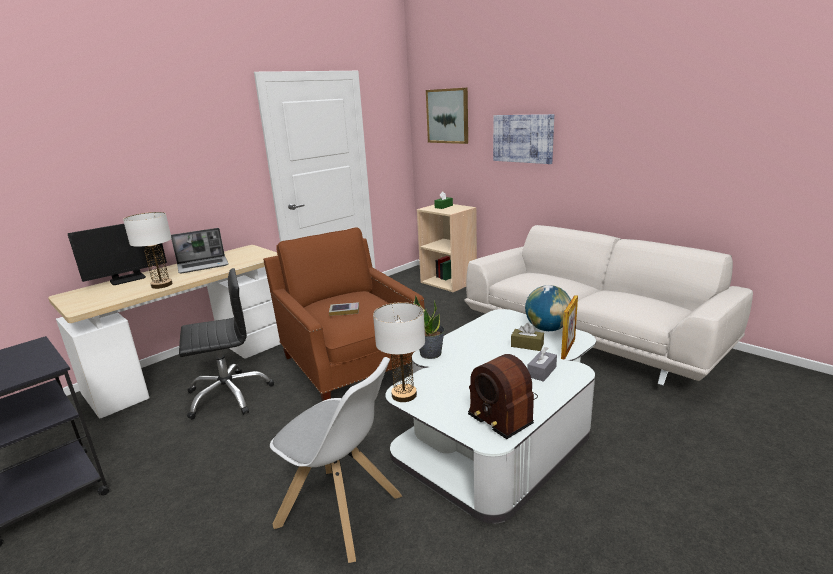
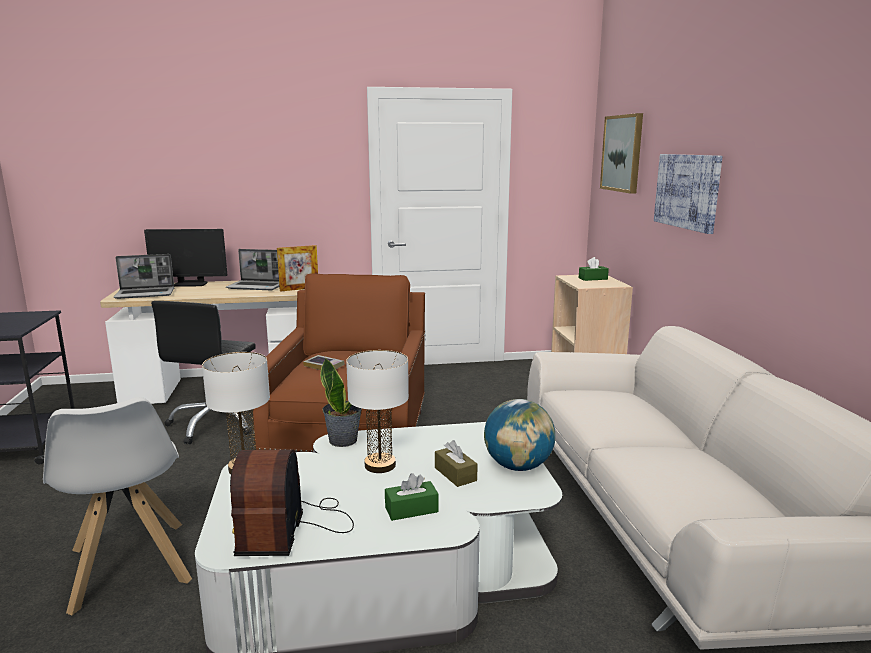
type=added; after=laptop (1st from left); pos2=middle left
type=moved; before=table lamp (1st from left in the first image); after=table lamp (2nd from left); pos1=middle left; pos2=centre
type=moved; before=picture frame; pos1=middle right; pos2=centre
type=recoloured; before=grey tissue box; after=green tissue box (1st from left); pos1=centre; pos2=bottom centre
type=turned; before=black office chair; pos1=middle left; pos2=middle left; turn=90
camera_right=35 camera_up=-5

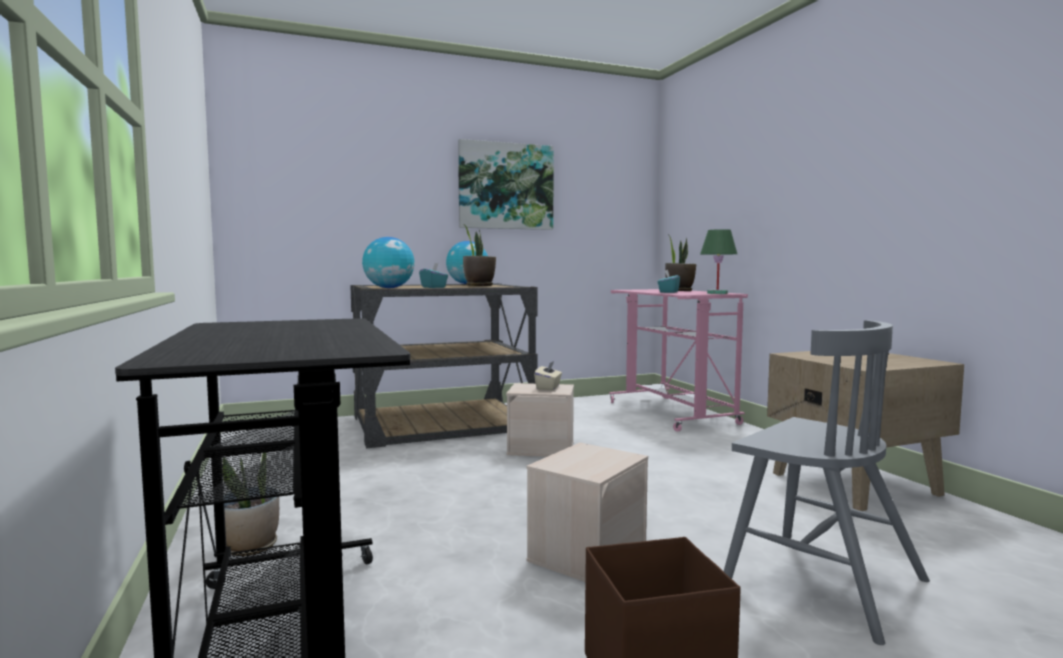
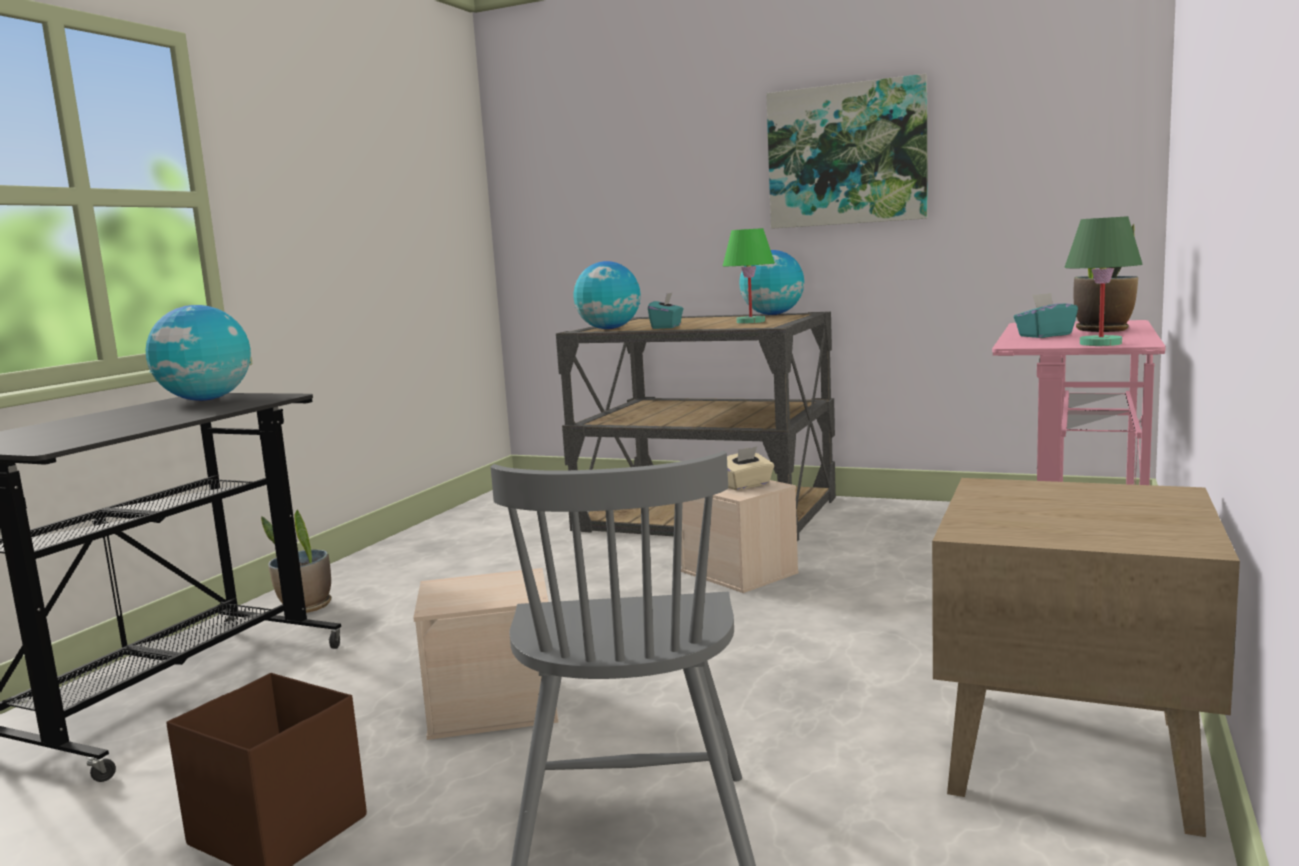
type=added; after=globe (1st from left); pos2=middle left
type=replaced; before=potted plant (2nd from left); after=green table lamp (1st from left); pos1=centre; pos2=top centre
camera_right=45 camera_up=5

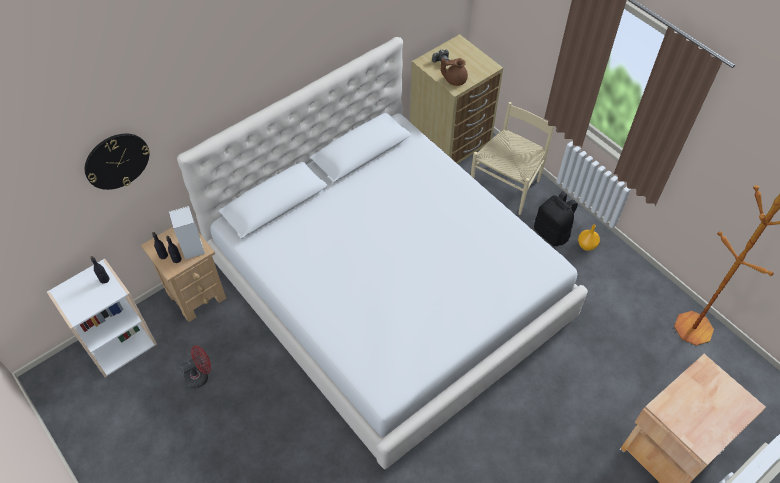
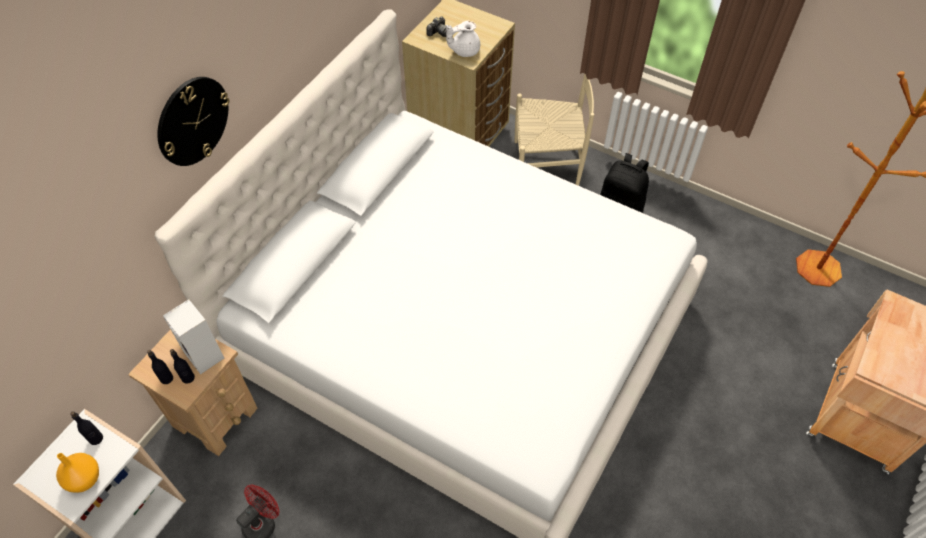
type=moved; before=wall clock; pos1=middle left; pos2=top left
type=moved; before=orange vase; pos1=middle right; pos2=bottom left
type=recoloured; before=brown teapot; after=white teapot; pos1=top centre; pos2=top centre
type=turned; before=beige chair; pos1=top centre; pos2=top centre; turn=75
camera_right=-20 camera_up=0

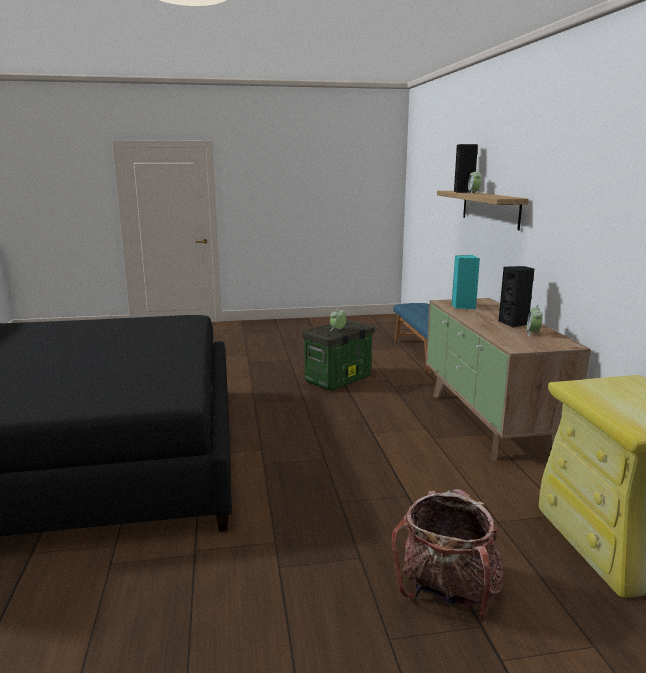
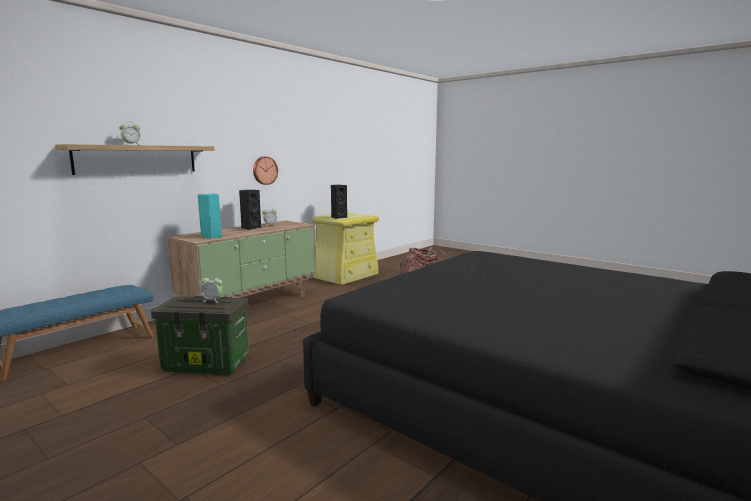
type=added; after=wall clock; pos2=centre
type=moved; before=black speaker (1st from left in the first image); after=black speaker (2nd from left); pos1=top right; pos2=centre
camera_right=-130 camera_up=-5

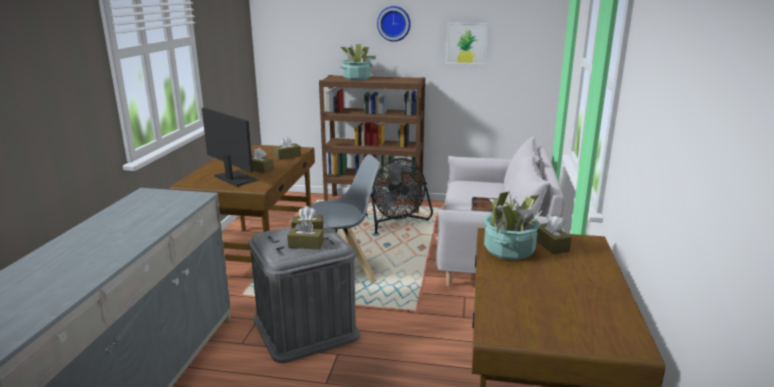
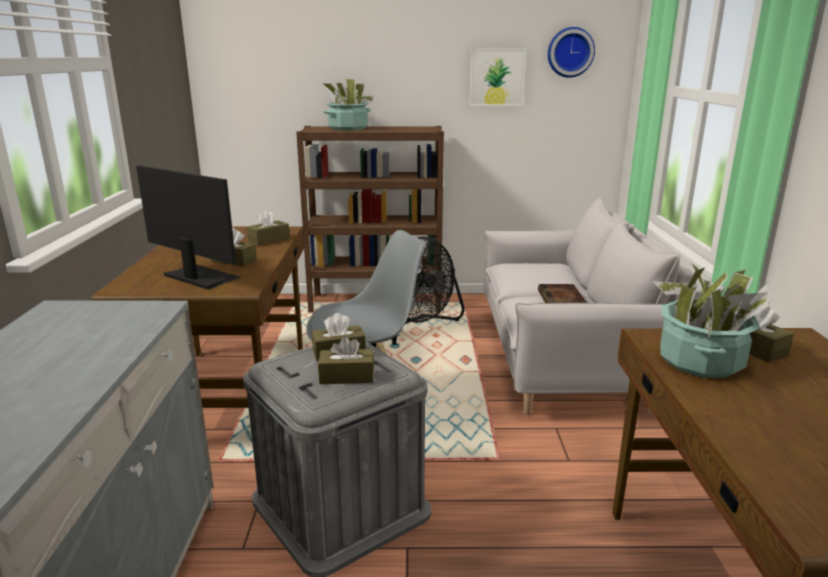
type=moved; before=wall clock; pos1=top centre; pos2=top right
camera_right=-10 camera_up=0

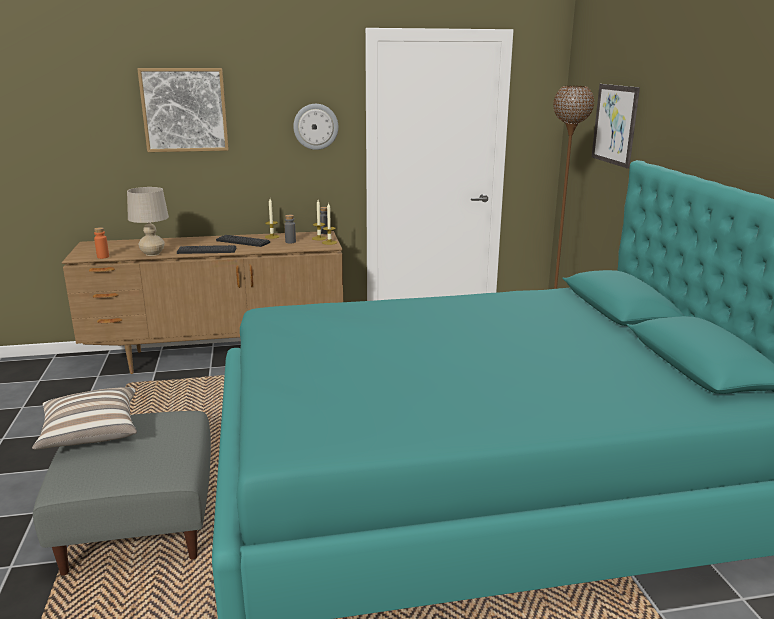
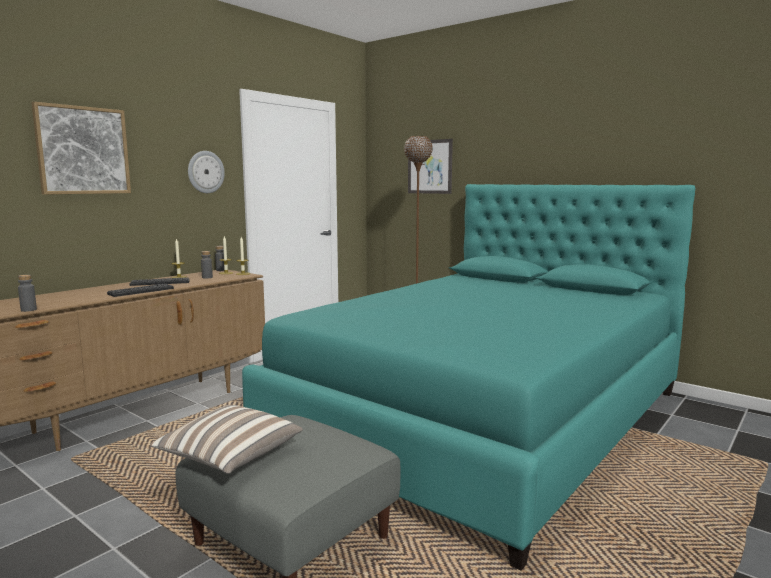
type=removed; before=beige table lamp; pos1=middle left
type=recoloured; before=orange bottle; after=grey bottle (1st from left); pos1=middle left; pos2=middle left
camera_right=-40 camera_up=-10

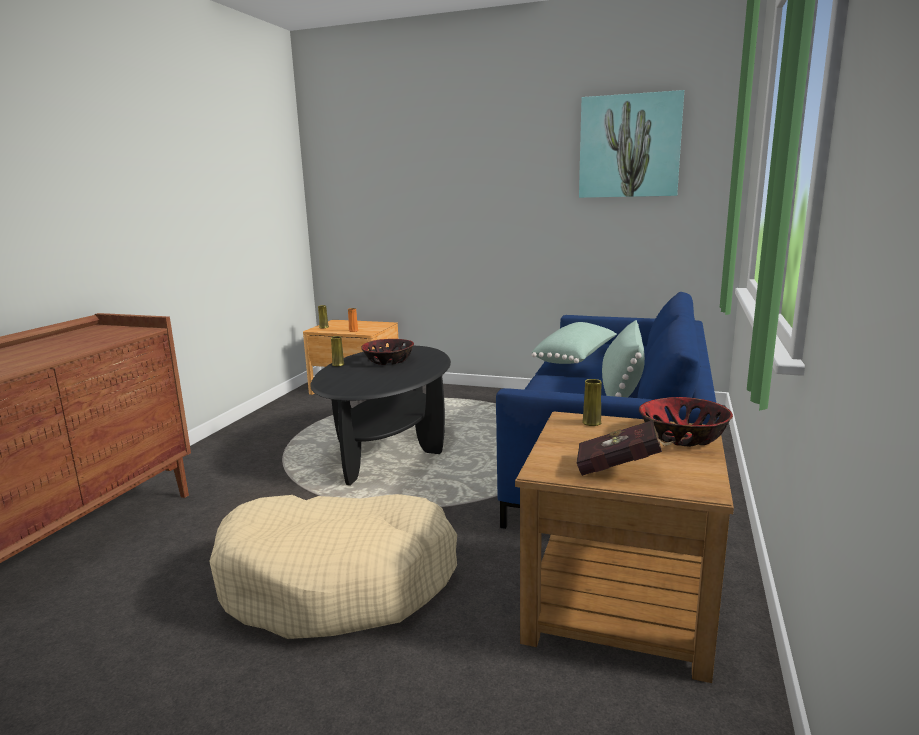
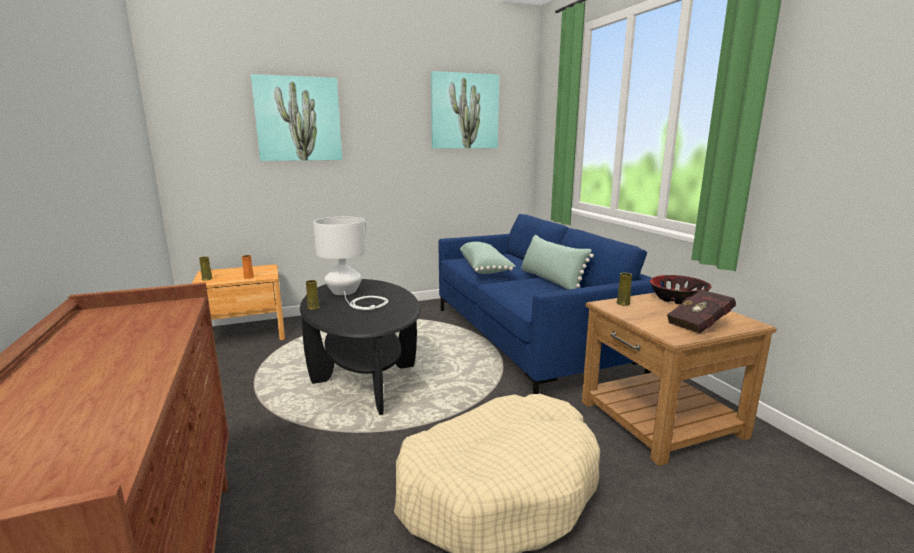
type=added; after=picture (1st from left); pos2=top left
type=replaced; before=bowl (1st from left); after=white table lamp; pos1=centre; pos2=centre
camera_right=-40 camera_up=0

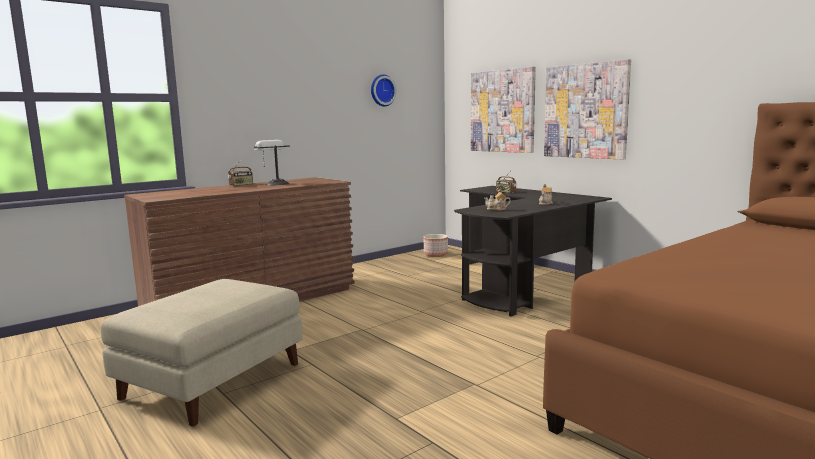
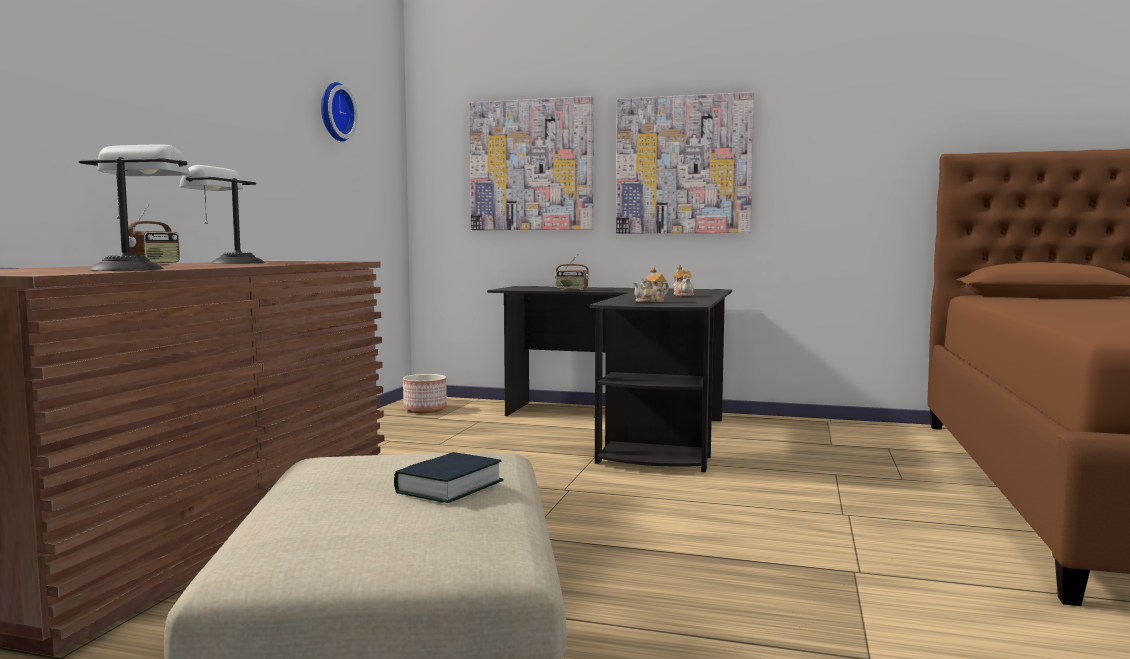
type=added; after=table lamp (1st from left); pos2=top left
type=added; after=book; pos2=bottom centre
camera_right=-35 camera_up=-5

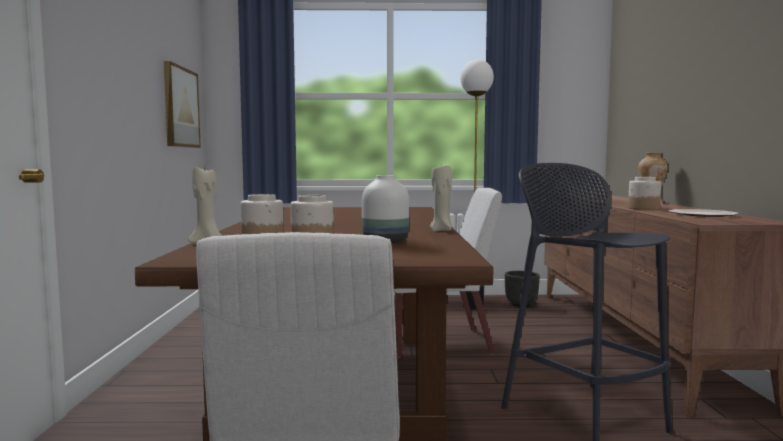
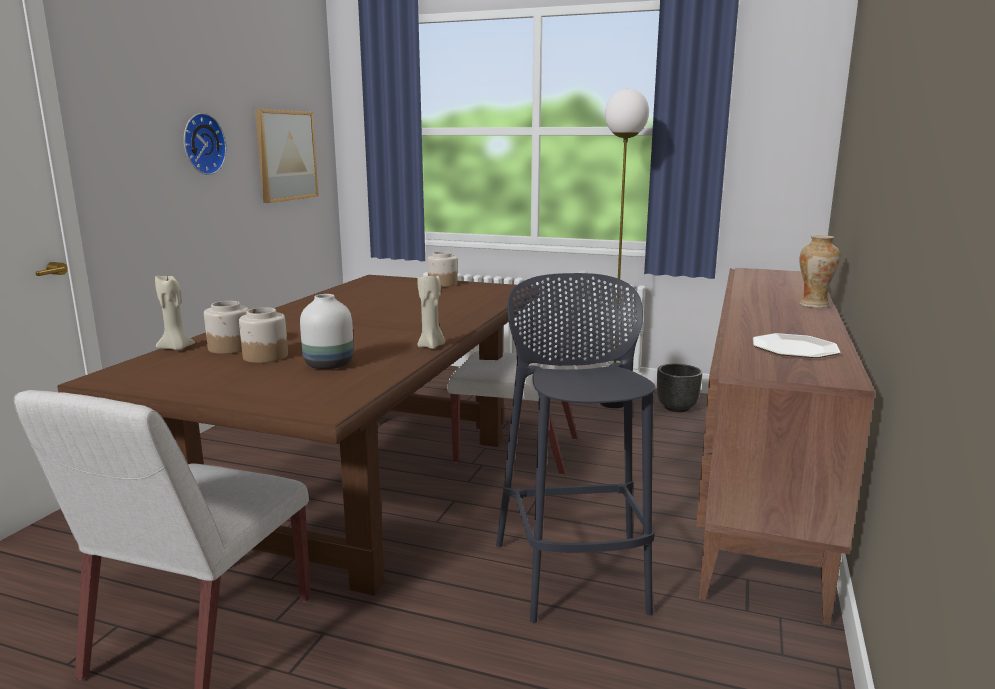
type=added; after=wall clock; pos2=top left
type=moved; before=jar (3rd from left); pos1=middle right; pos2=centre
camera_right=20 camera_up=10

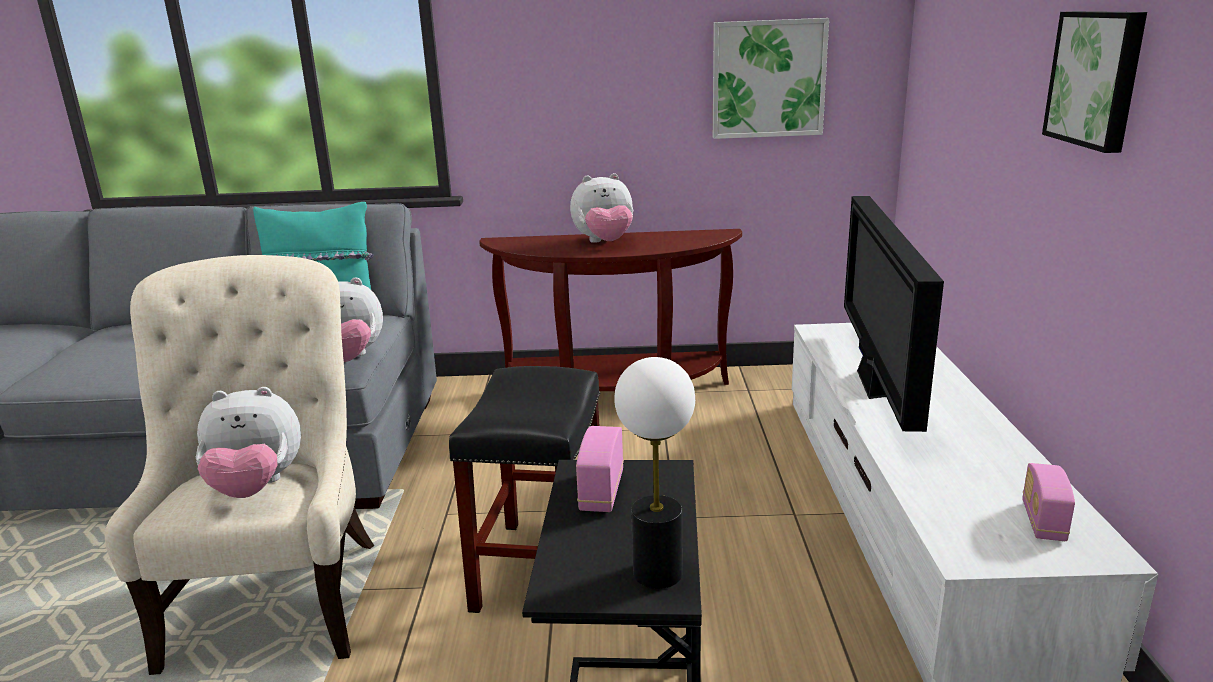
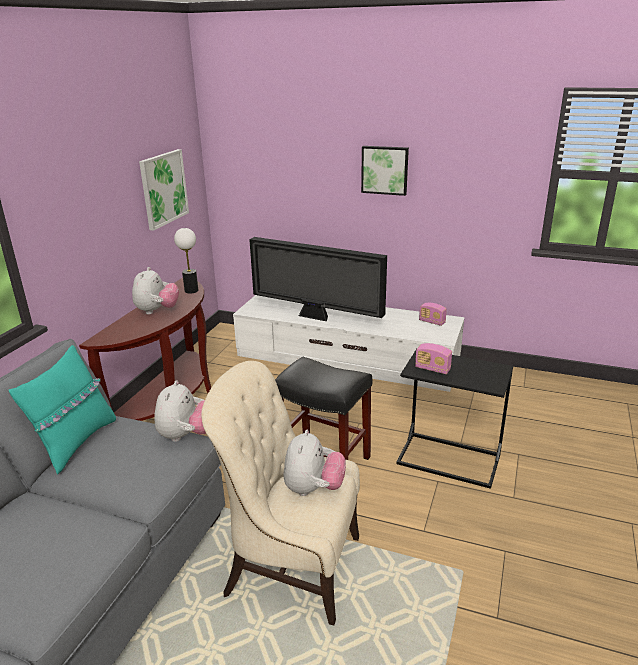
type=moved; before=table lamp; pos1=bottom centre; pos2=middle left
camera_right=-70 camera_up=5

